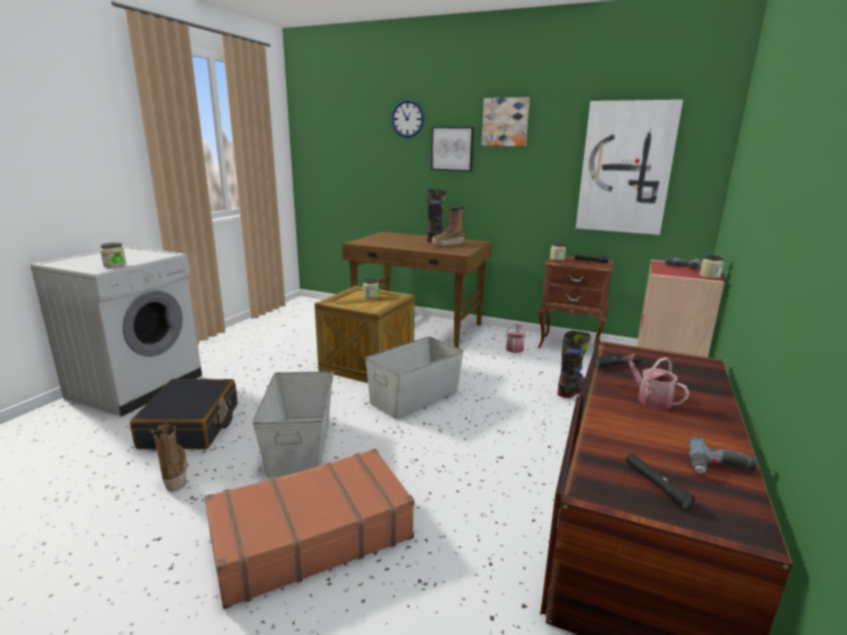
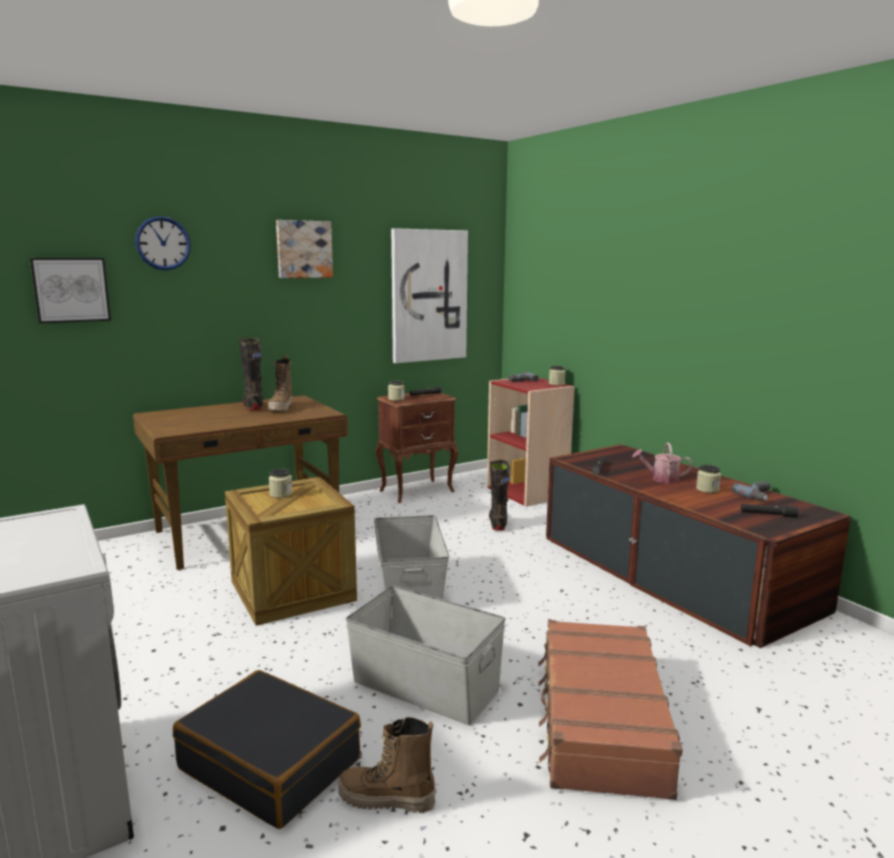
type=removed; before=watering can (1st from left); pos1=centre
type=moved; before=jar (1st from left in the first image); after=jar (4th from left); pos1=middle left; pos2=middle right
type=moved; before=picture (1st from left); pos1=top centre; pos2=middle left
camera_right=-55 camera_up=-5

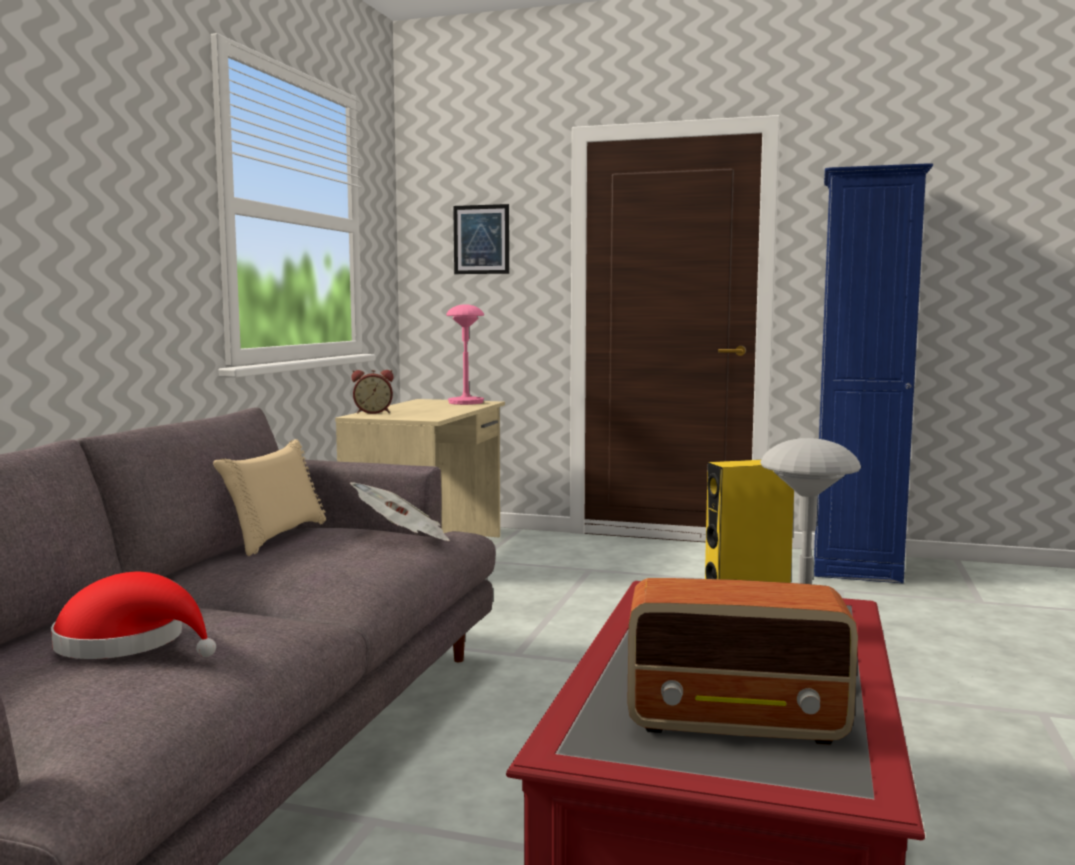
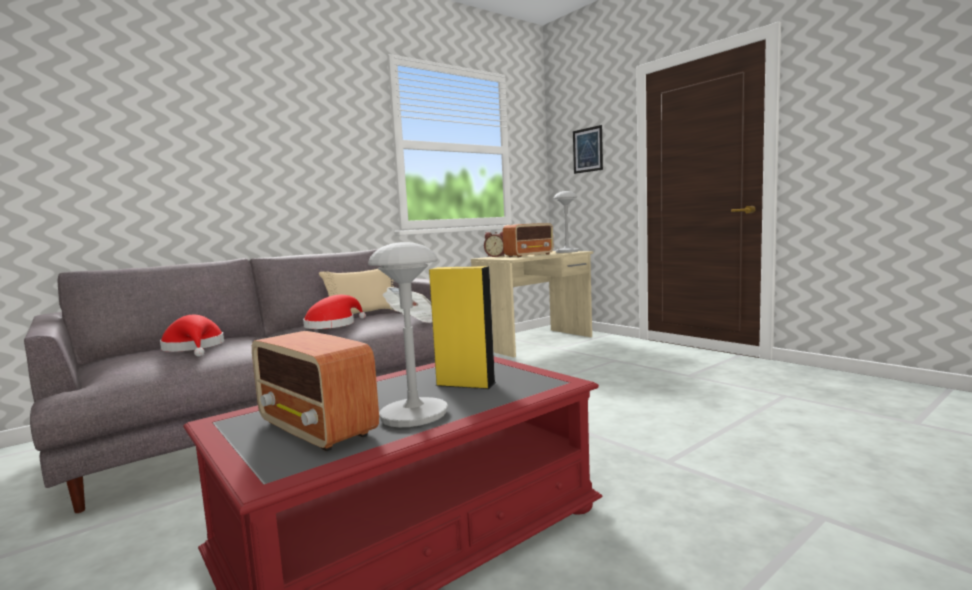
type=removed; before=blue cabinet; pos1=middle right
type=added; after=red hat (2nd from left); pos2=centre
type=added; after=radio (2nd from left); pos2=centre
type=recoloured; before=pink table lamp; after=grey table lamp (2nd from left); pos1=centre; pos2=centre
camera_right=35 camera_up=0

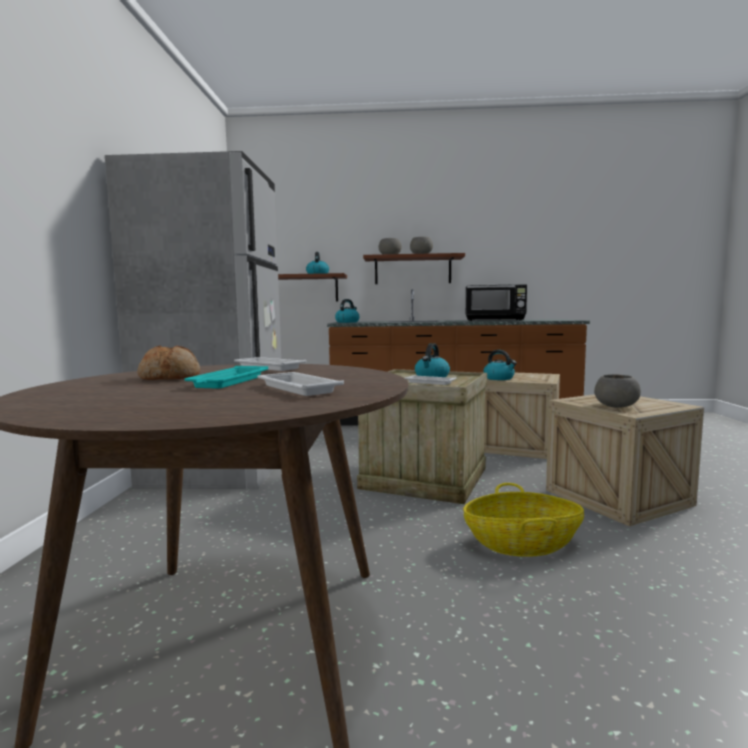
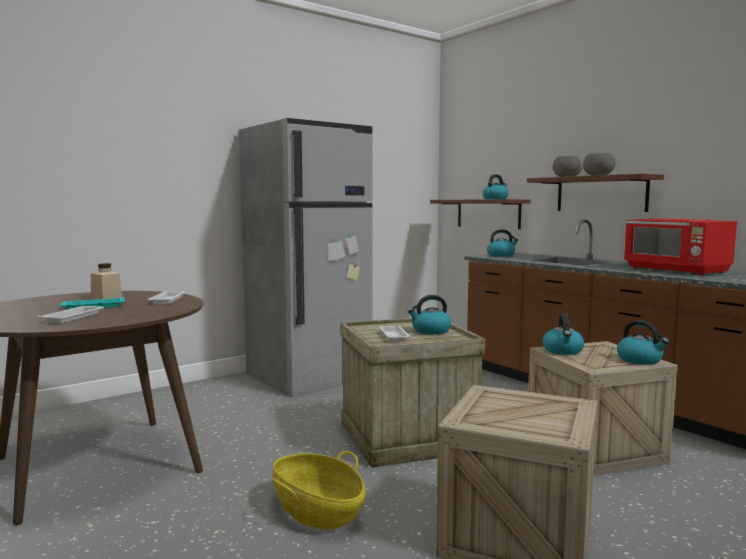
type=removed; before=grey bowl (3rd from left); pos1=middle right
type=added; after=kettle (5th from left); pos2=middle right
type=replaced; before=bread; after=beige jar; pos1=middle left; pos2=middle left
type=recoloured; before=black microwave; after=red microwave; pos1=centre; pos2=middle right
camera_right=50 camera_up=0

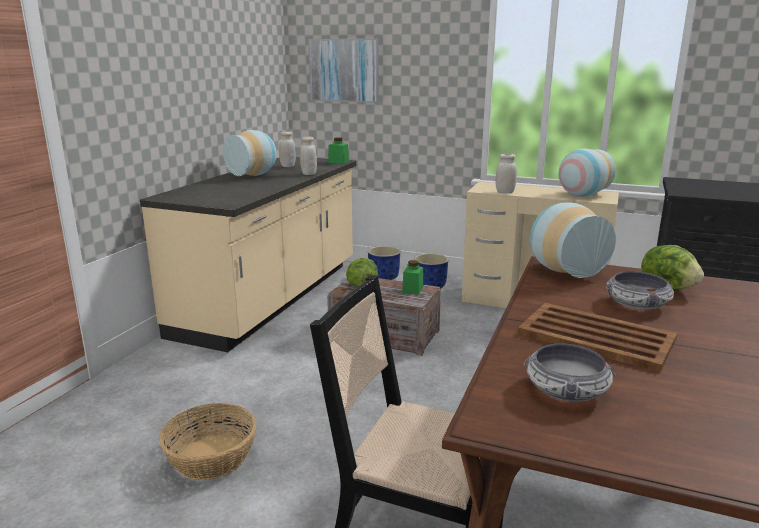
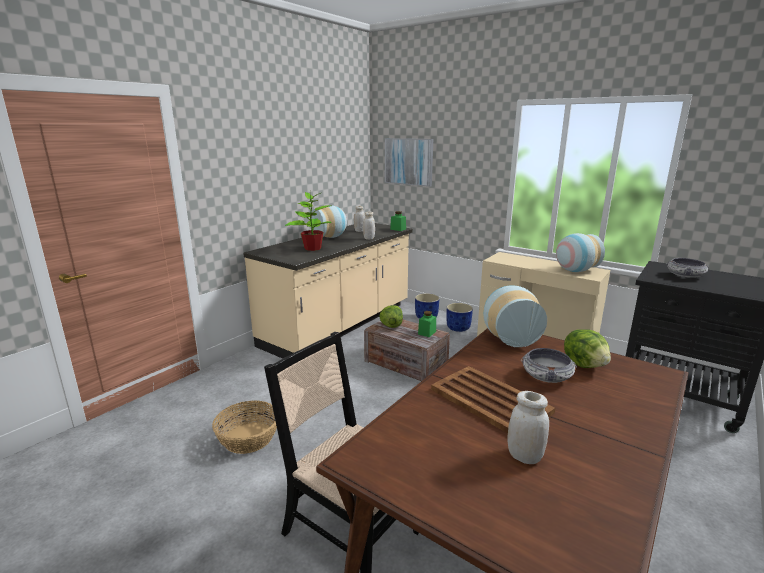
type=added; after=potted plant; pos2=centre
type=moved; before=white jar (3rd from left); pos1=top right; pos2=bottom right
type=moved; before=bowl (1st from left in the first image); after=bowl (2nd from left); pos1=bottom right; pos2=middle right
camera_right=15 camera_up=0

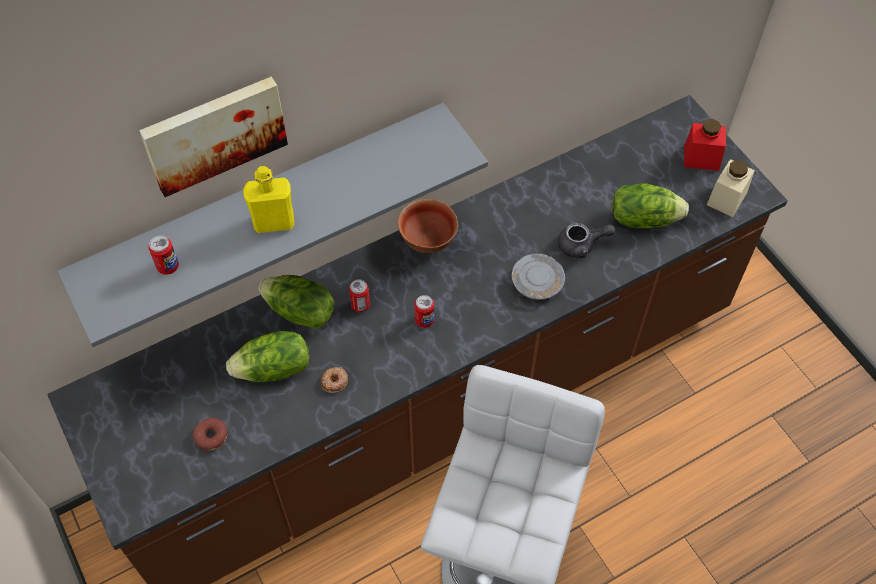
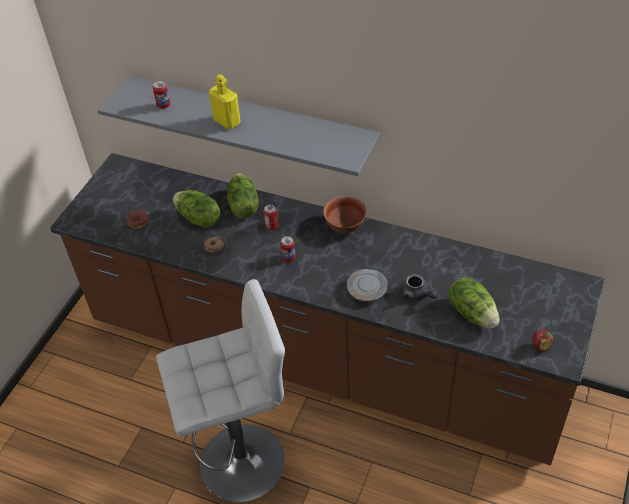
type=removed; before=picture; pos1=top left
type=removed; before=red jar; pos1=top right
type=replaced; before=beige jar; after=apple; pos1=top right; pos2=bottom right
camera_right=55 camera_up=-10

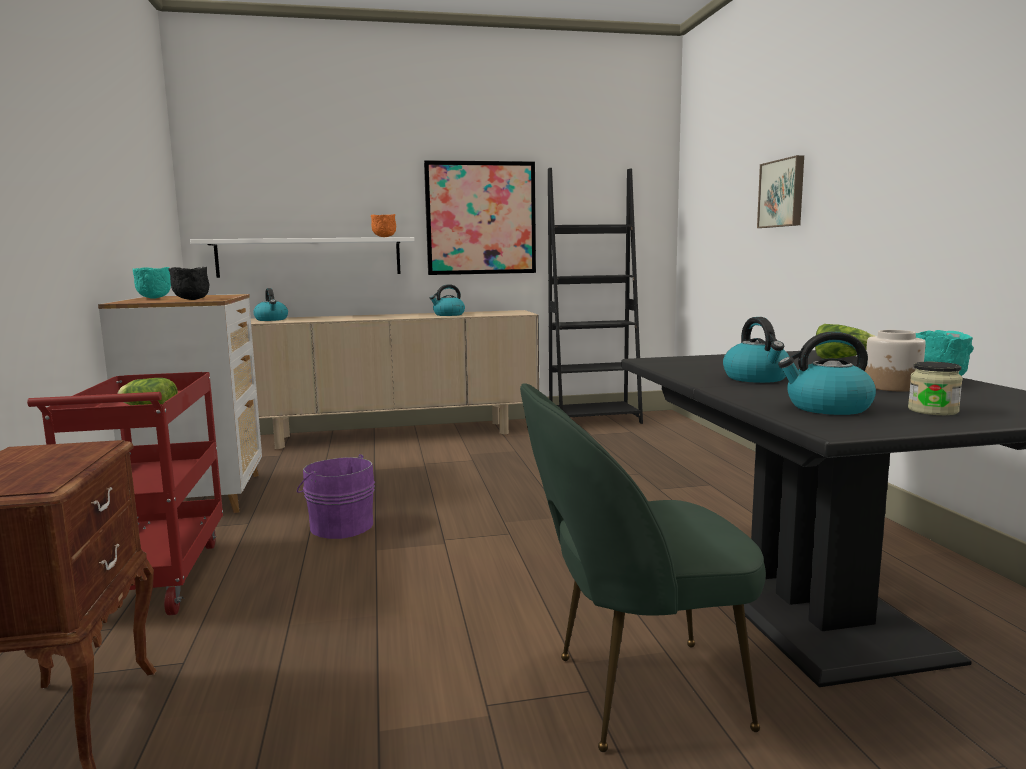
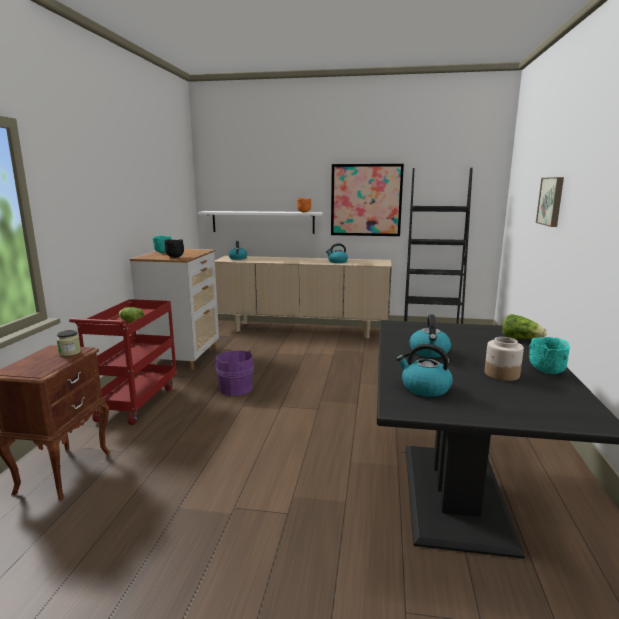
type=removed; before=green chair; pos1=bottom centre
type=moved; before=jar (2nd from left in the first image); after=jar (1st from left); pos1=middle right; pos2=middle left
camera_right=20 camera_up=5

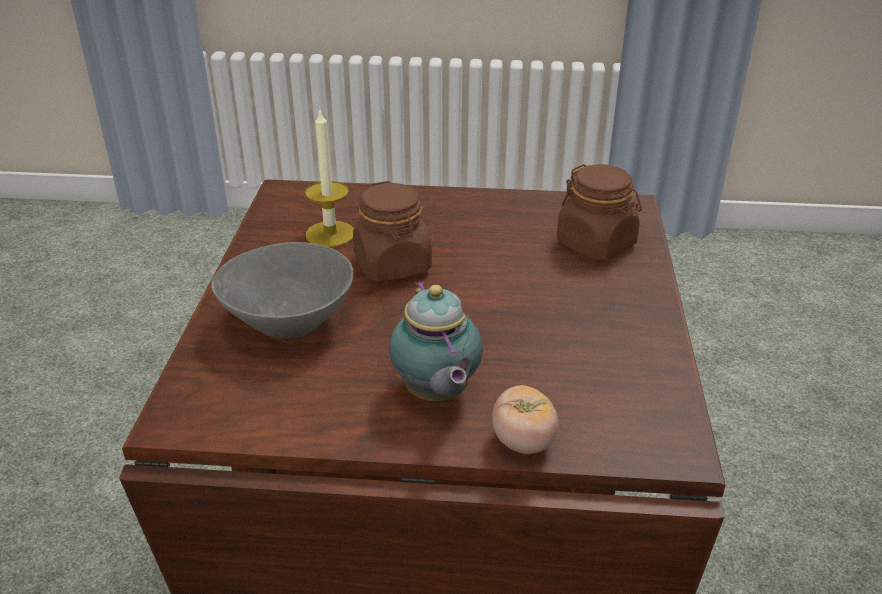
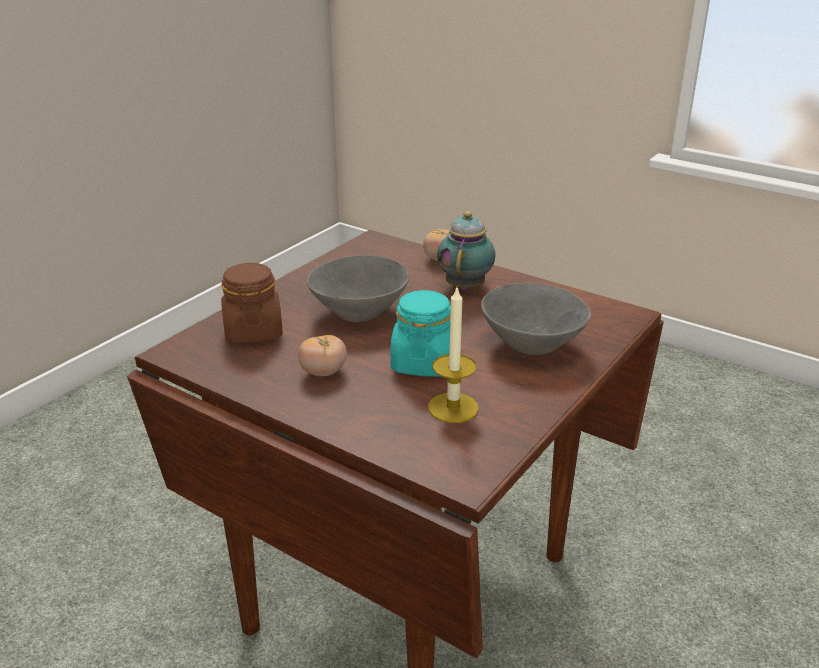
type=added; after=tomato (1st from left); pos2=centre
type=added; after=grey bowl (1st from left); pos2=centre
type=recoloured; before=brown jar (1st from left); after=turquoise jar; pos1=centre; pos2=centre
camera_right=-150 camera_up=-5

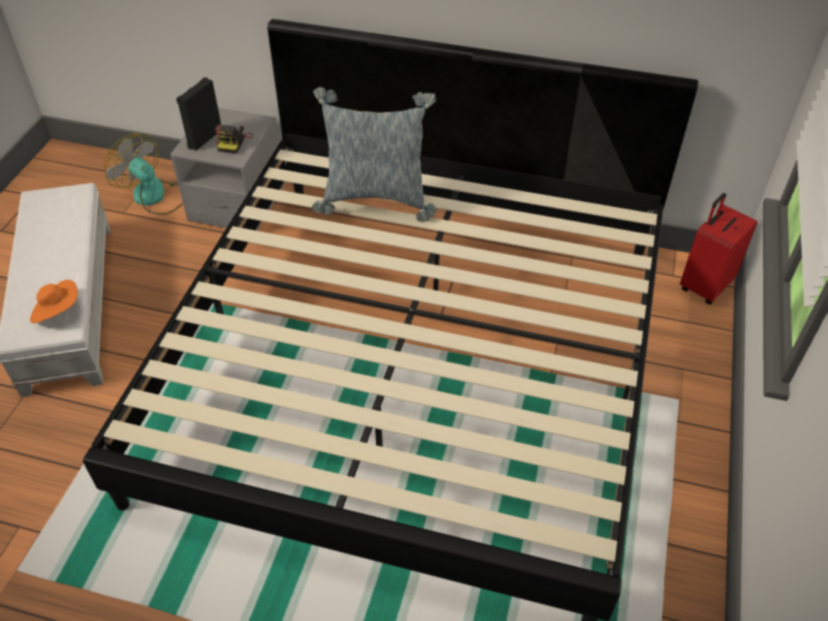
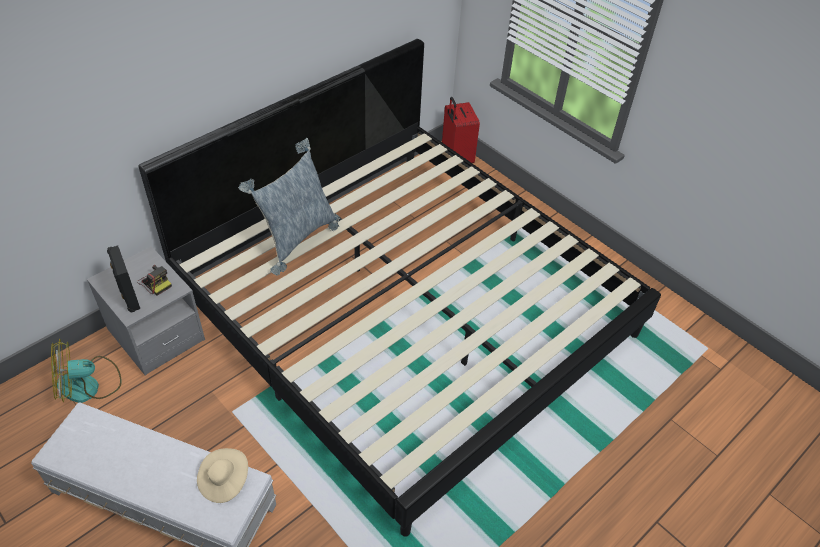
type=recoloured; before=orange hat; after=beige hat; pos1=middle left; pos2=bottom left
camera_right=-60 camera_up=0

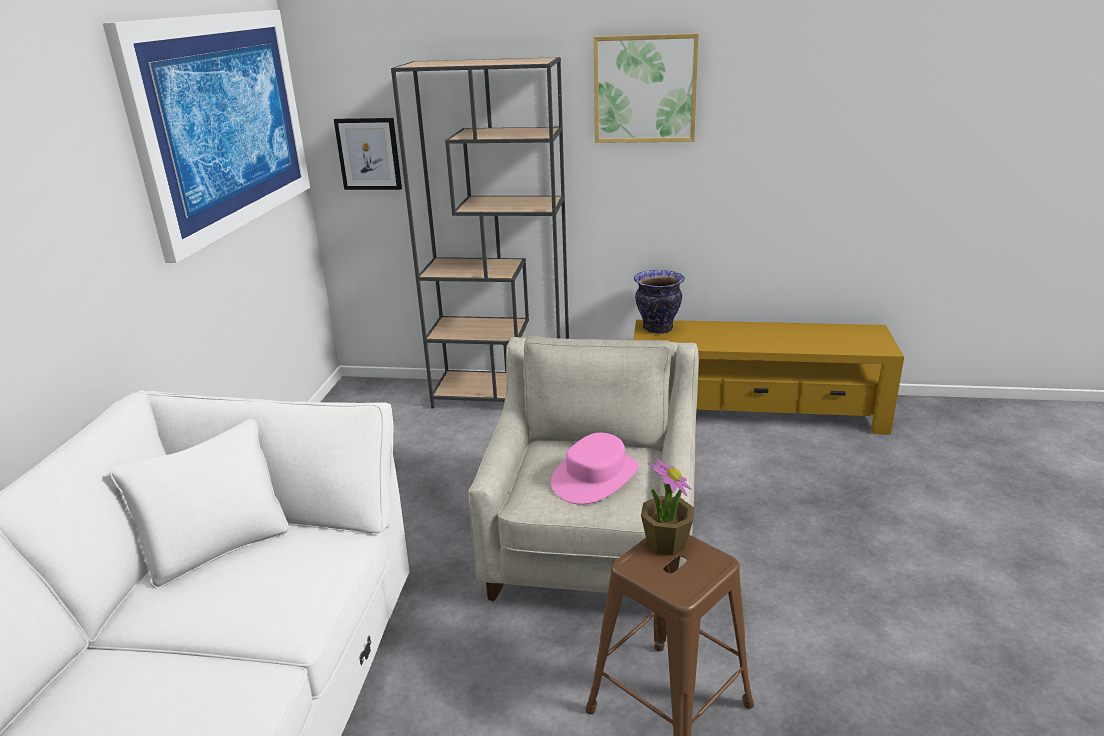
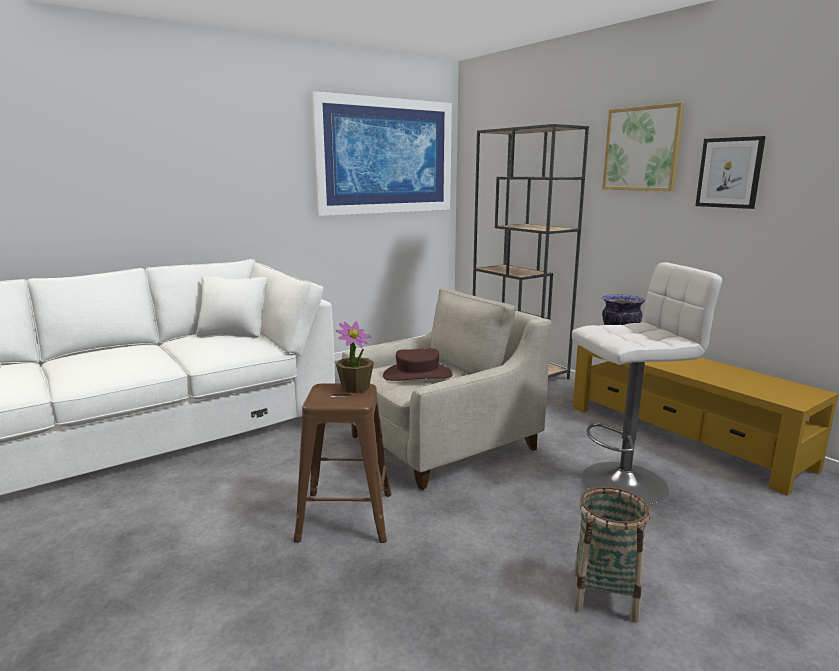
type=added; after=white stool; pos2=middle right
type=added; after=basket; pos2=bottom right
type=moved; before=picture (2nd from left in the first image); after=picture (3rd from left); pos1=top centre; pos2=top right
type=recoloured; before=pink hat; after=brown hat; pos1=centre; pos2=centre
camera_right=45 camera_up=-10

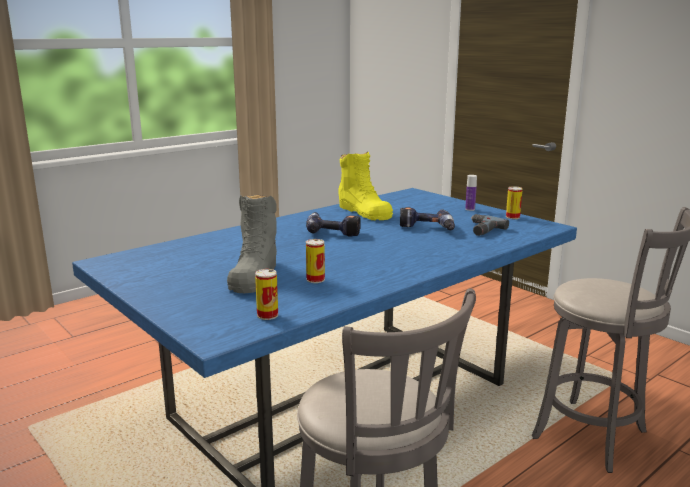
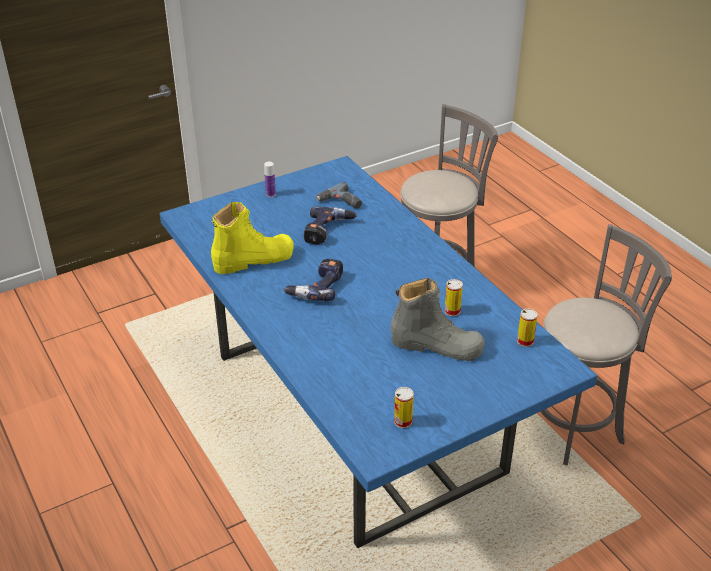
type=moved; before=can (3rd from left in the first image); after=can (1st from left); pos1=middle right; pos2=bottom centre
camera_right=-80 camera_up=20

